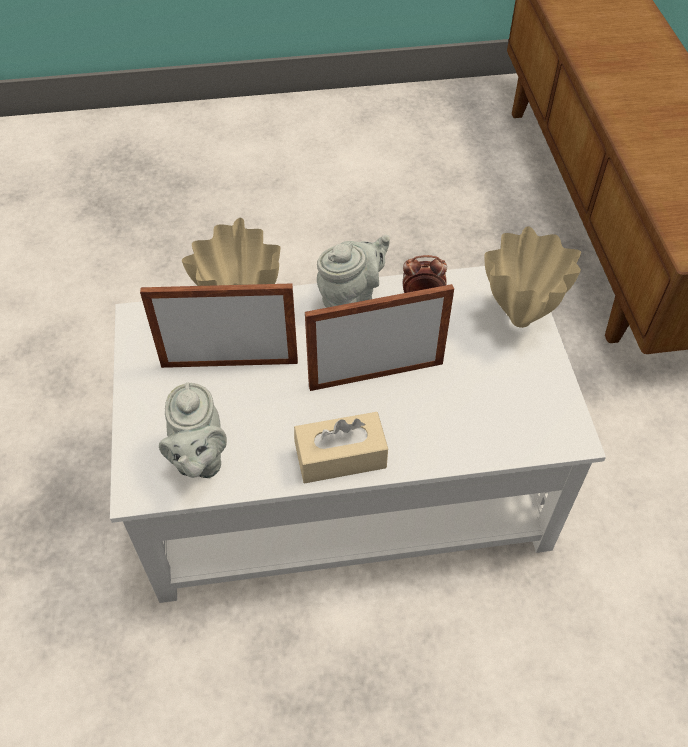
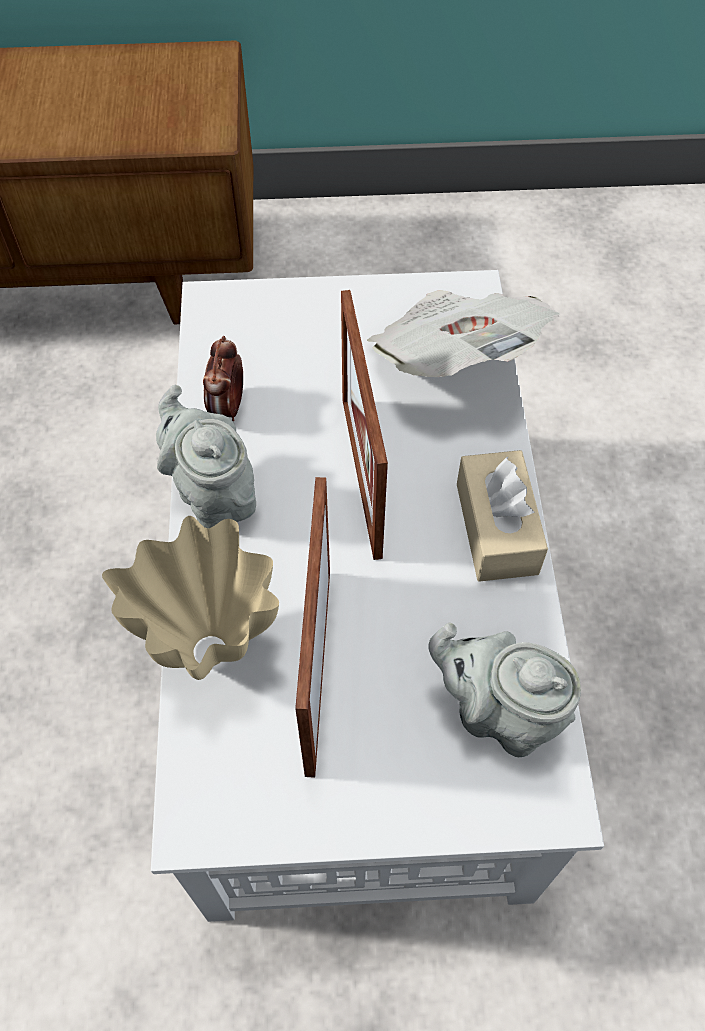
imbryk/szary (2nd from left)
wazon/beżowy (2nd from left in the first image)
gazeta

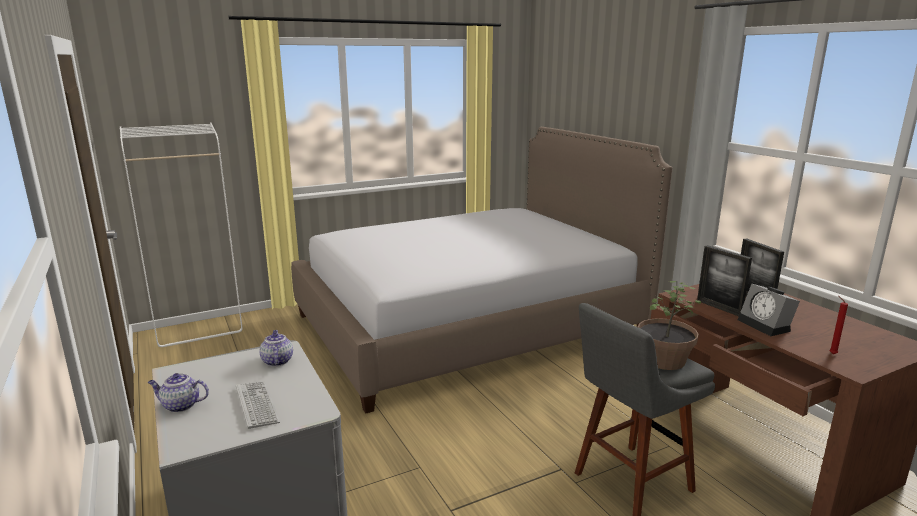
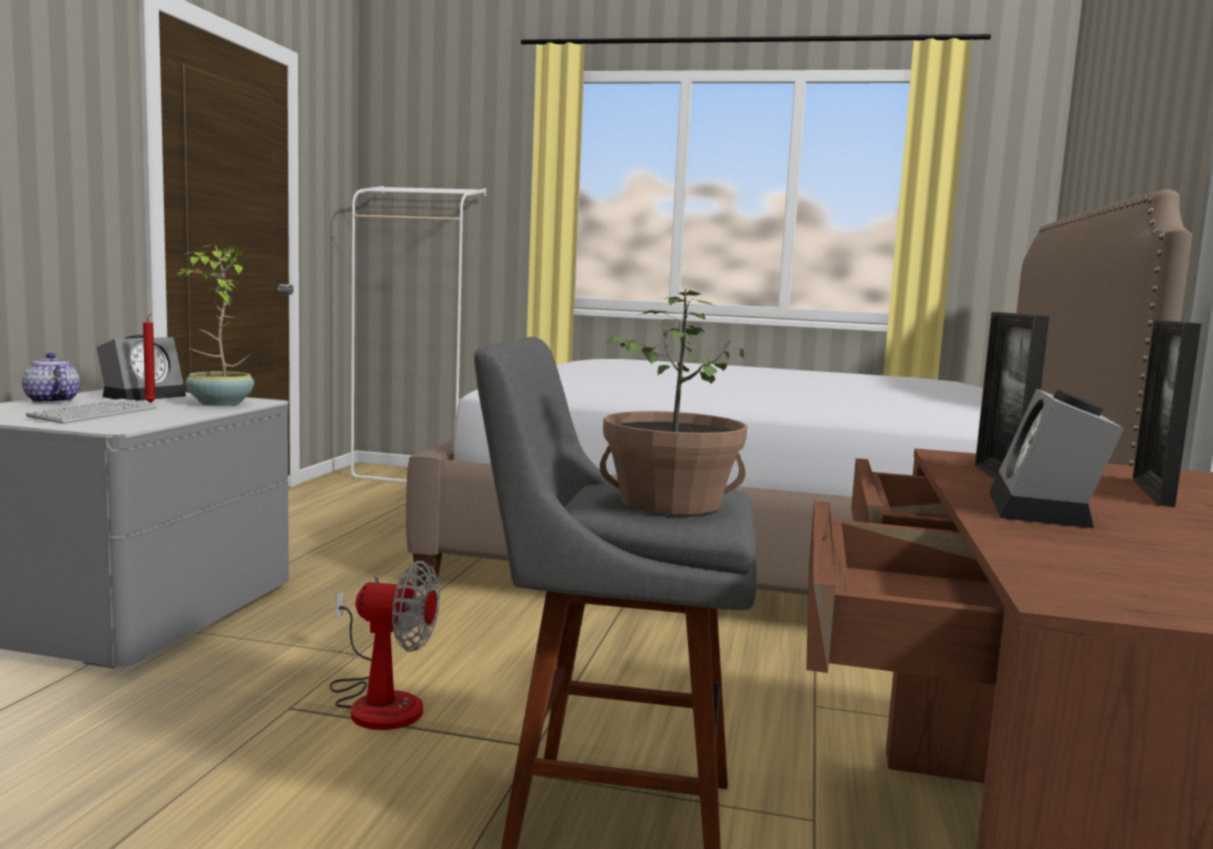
roślina doniczkowa (1st from left)
świeca/czerwony
budzik (1st from left)
wentylator

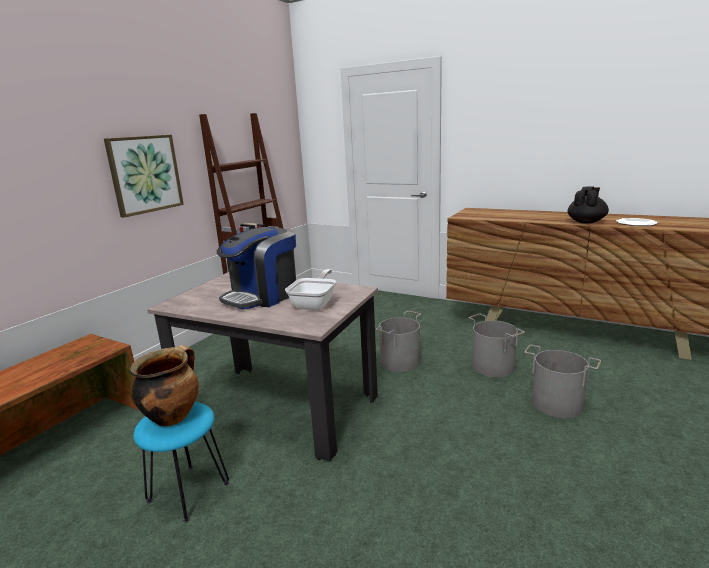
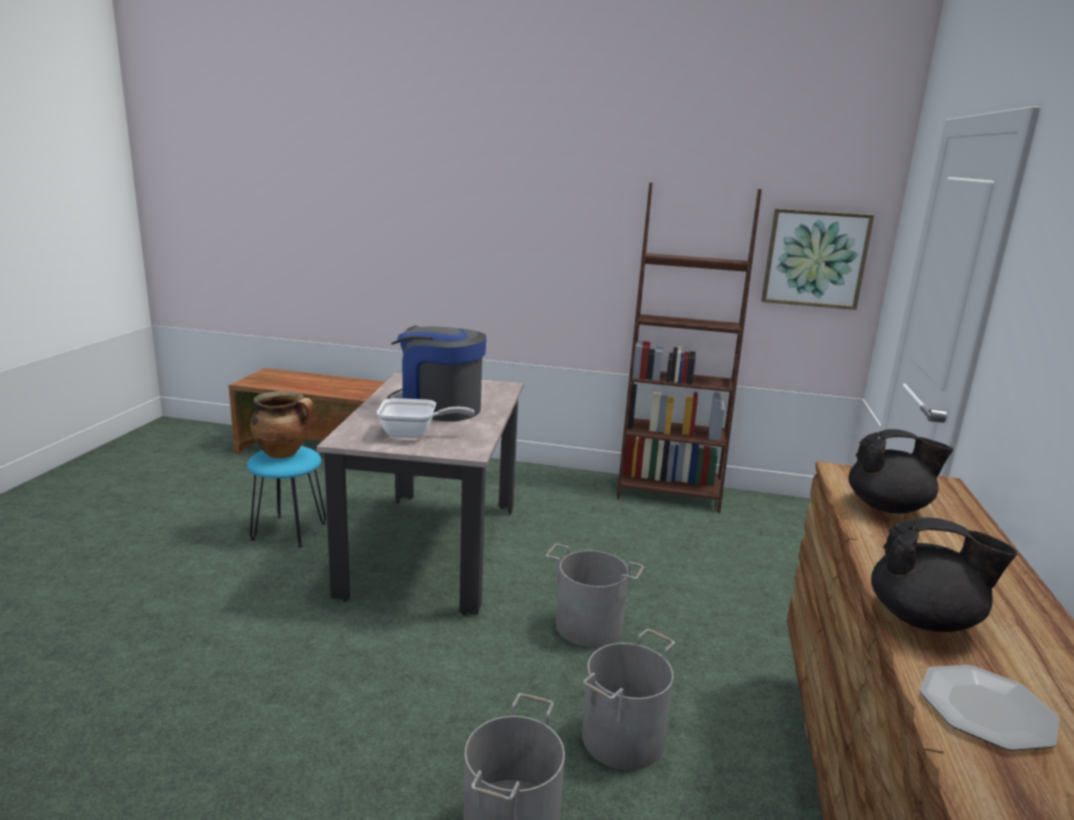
obraz
imbryk/czarny (1st from left)

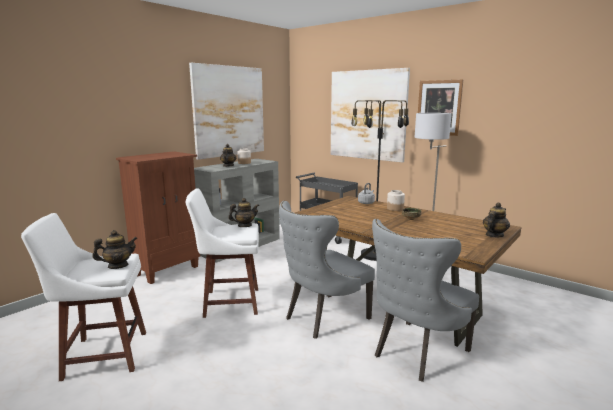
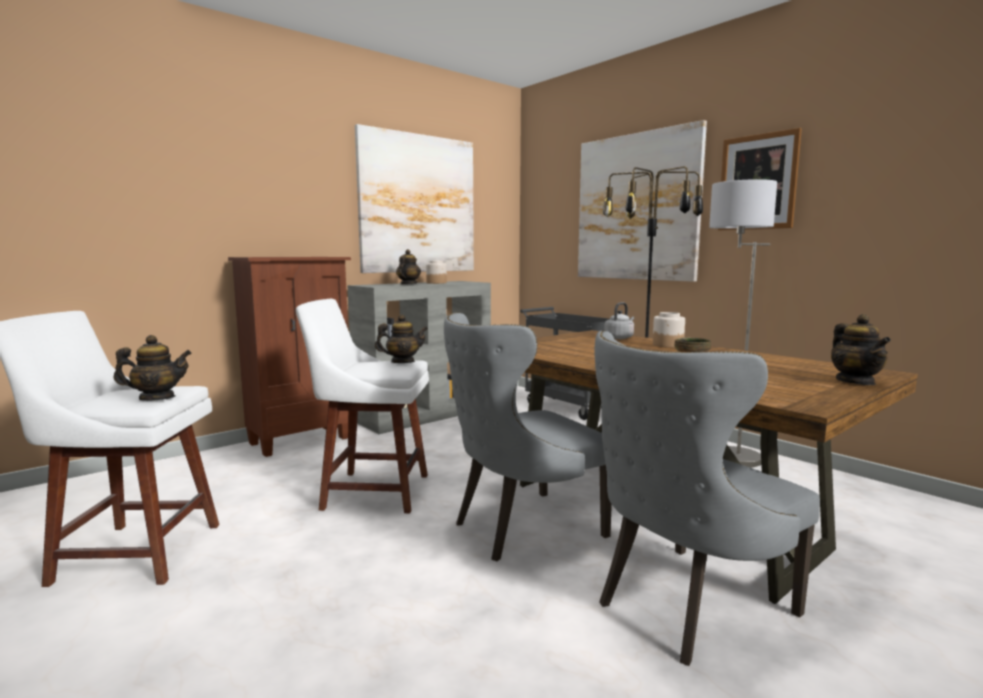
imbryk (4th from left)

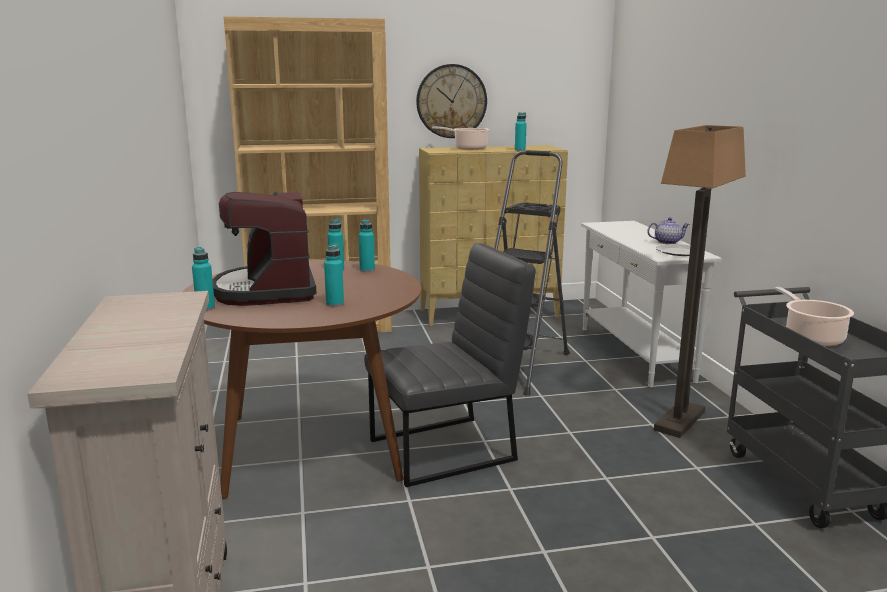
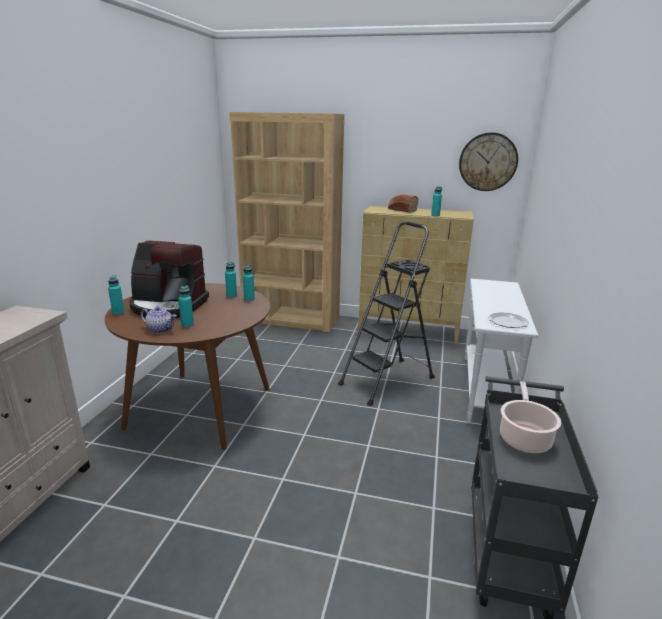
ekspres do kawy
krzesło/szary
zegar ścienny
chleb
imbryk
lampa stojąca

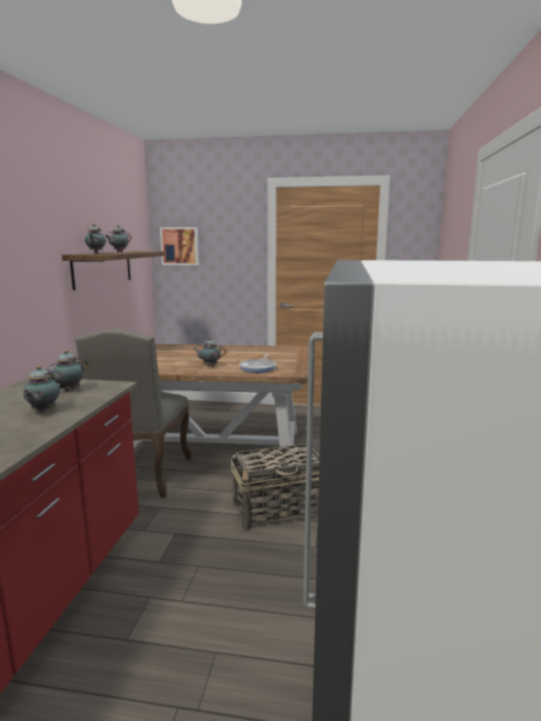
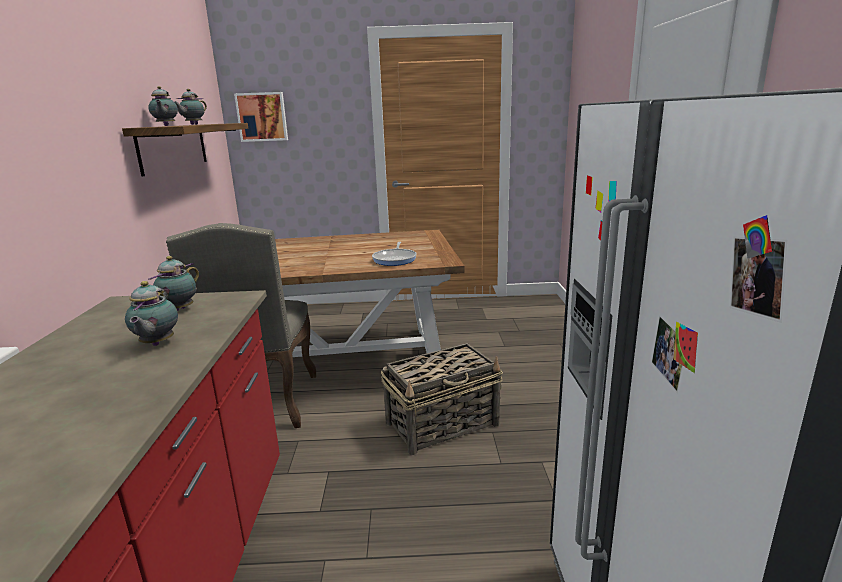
imbryk (5th from left in the first image)

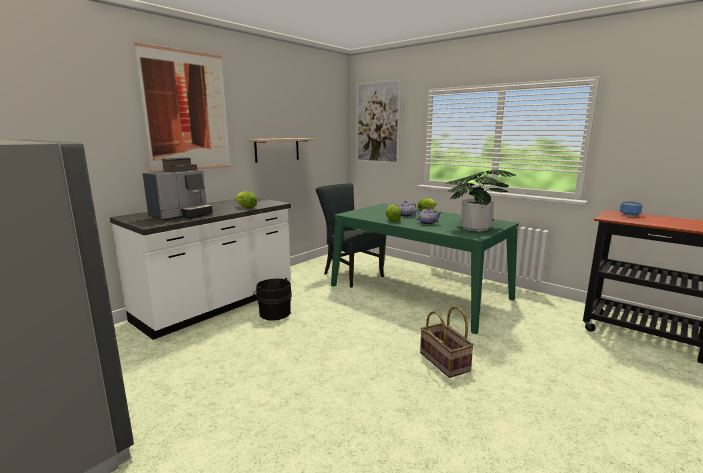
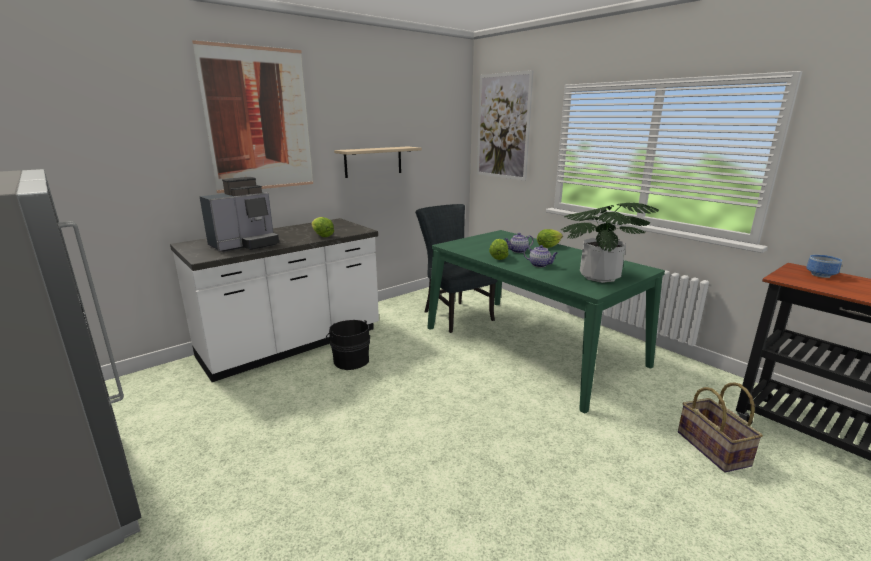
koszyk

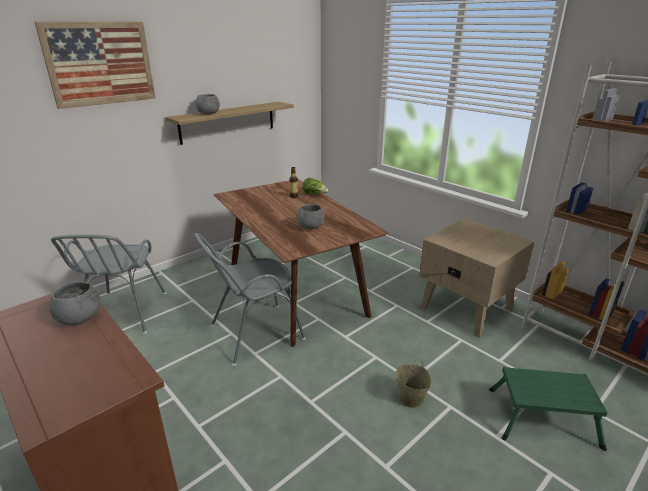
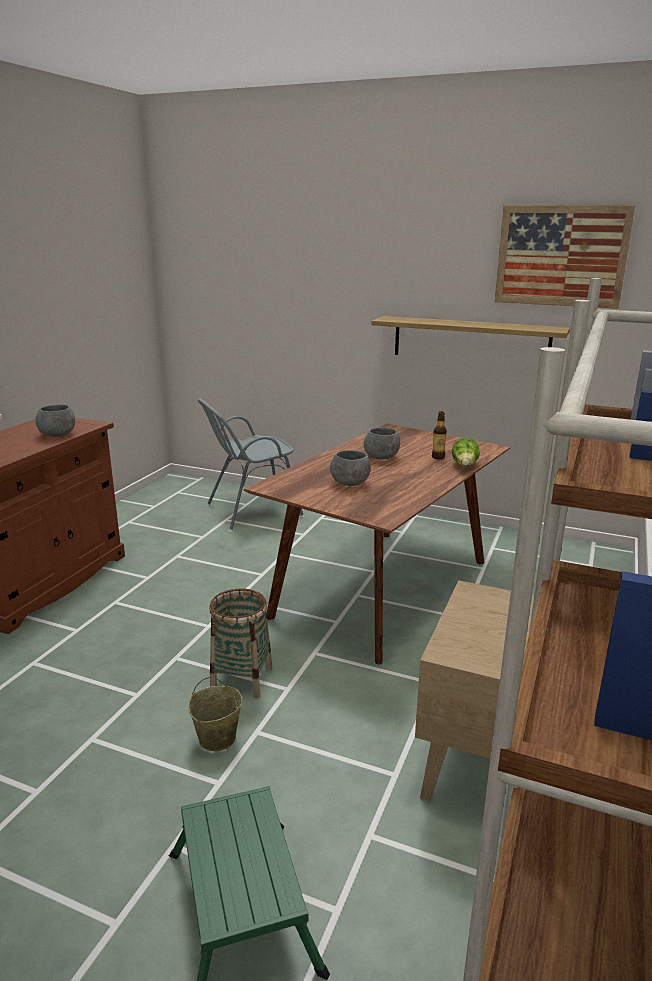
obraz
krzesło/szary (2nd from left in the first image)
miska/szary (3rd from left)
koszyk

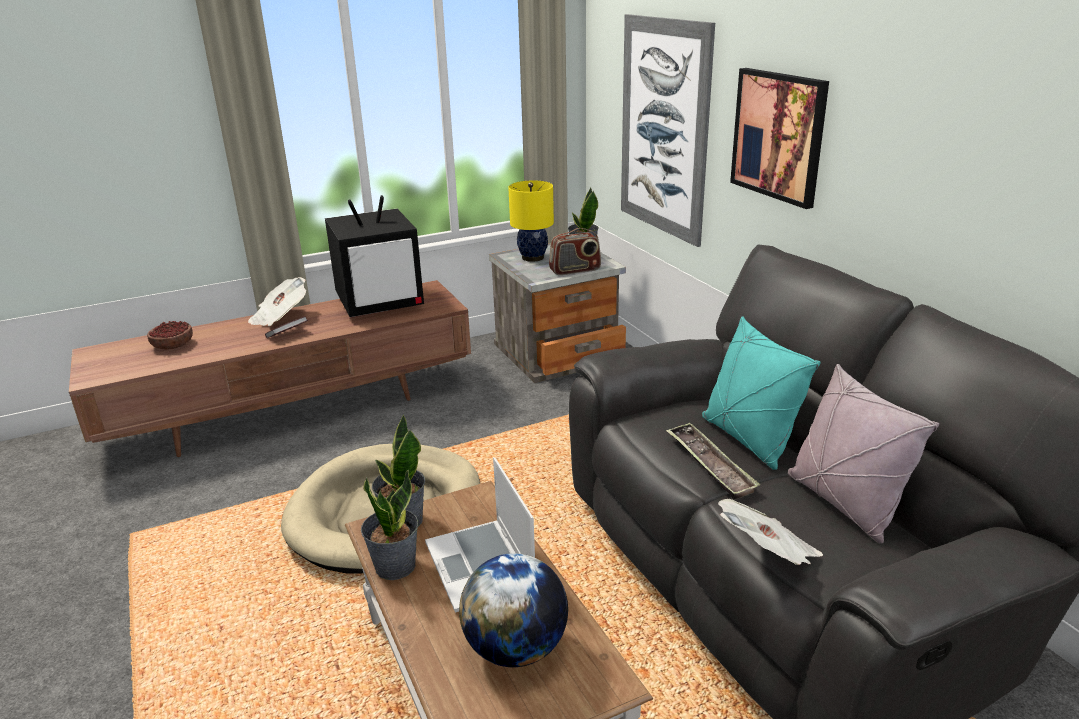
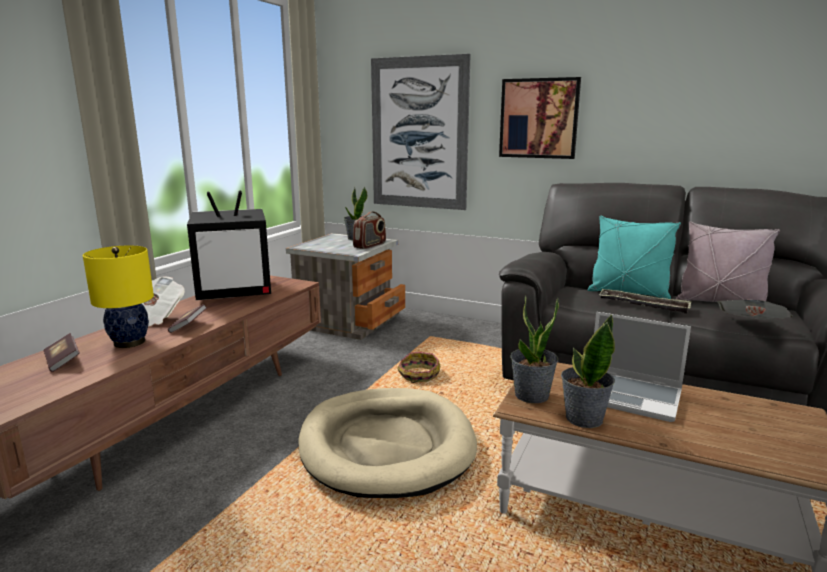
książka (1st from left)
telewizor
globus
lampa stołowa/żółty
koszyk

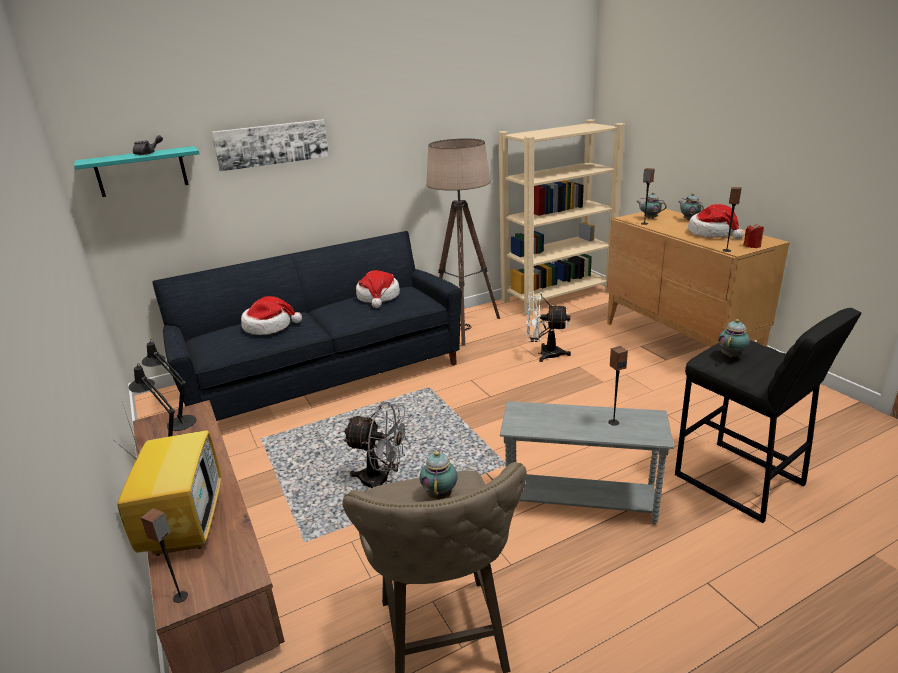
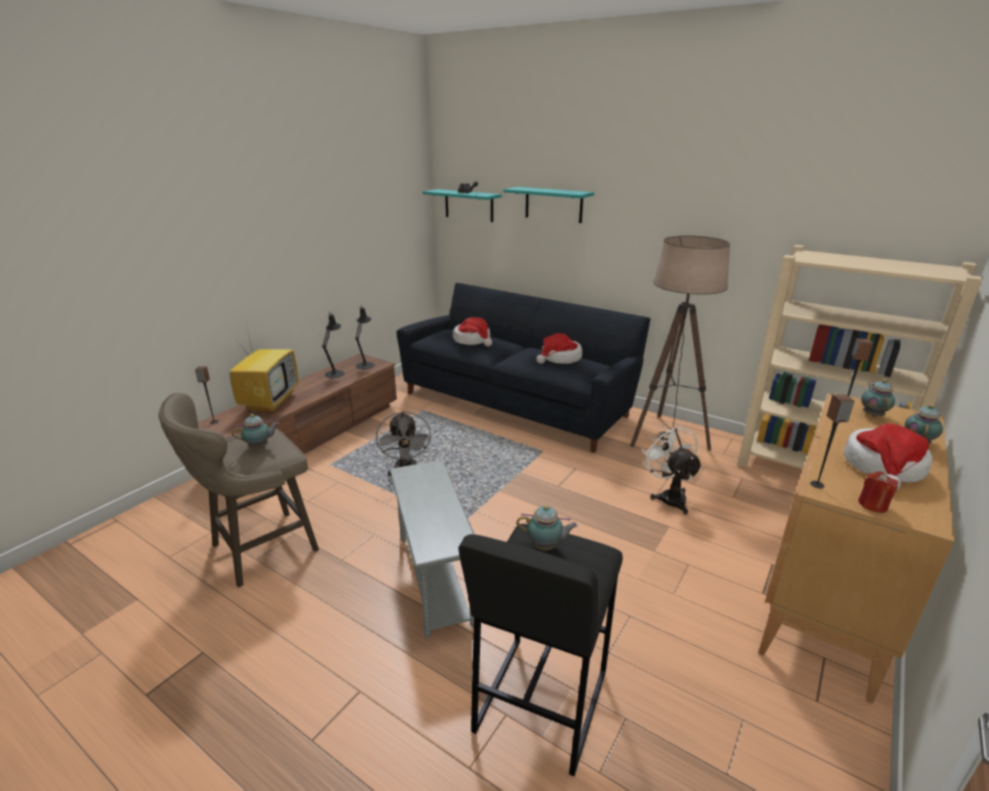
telewizor
półka/turkusowy (2nd from left)
głośnik (2nd from left in the first image)

